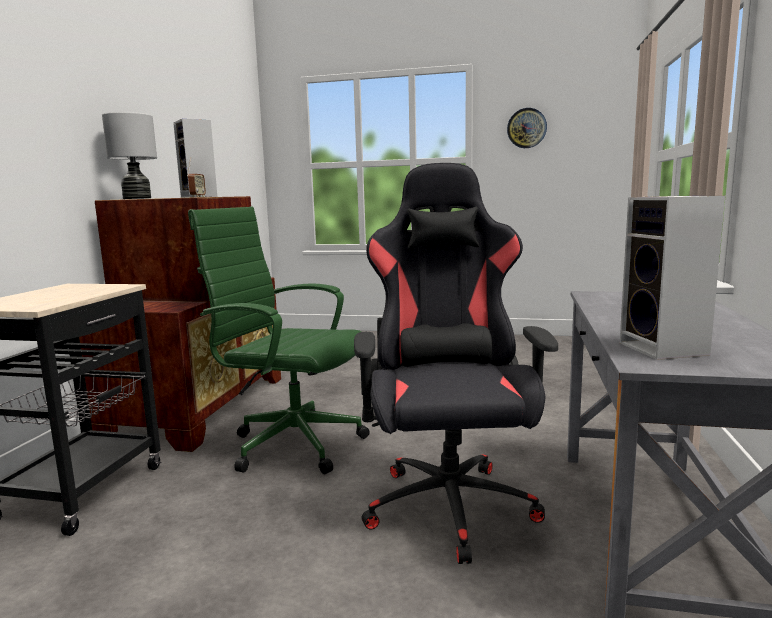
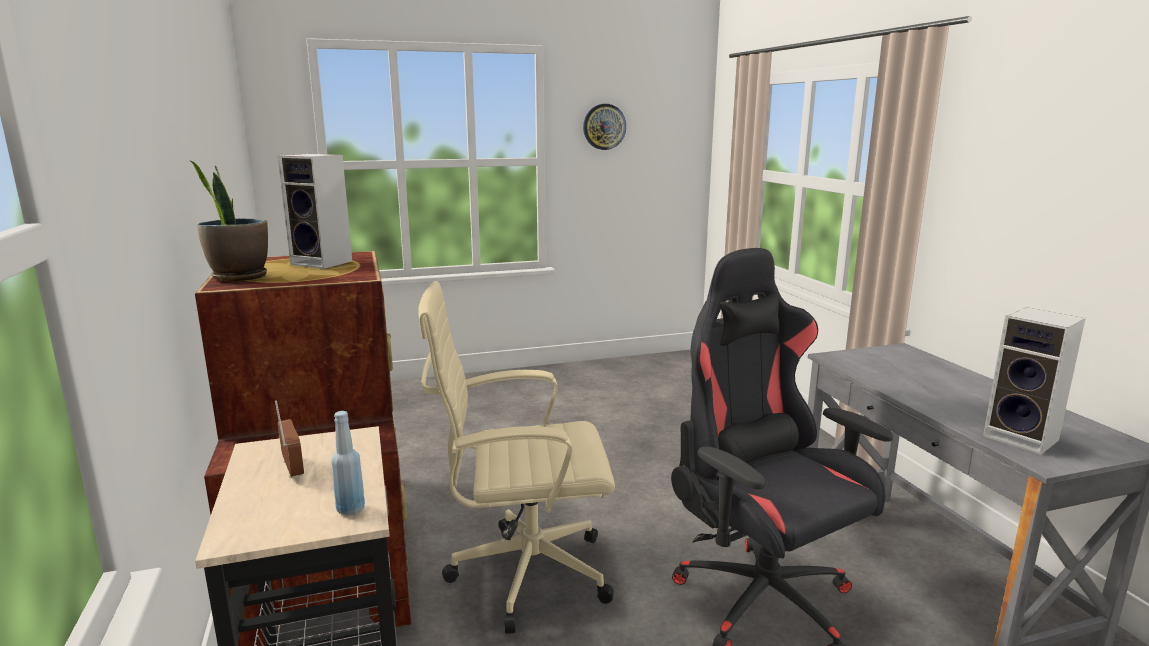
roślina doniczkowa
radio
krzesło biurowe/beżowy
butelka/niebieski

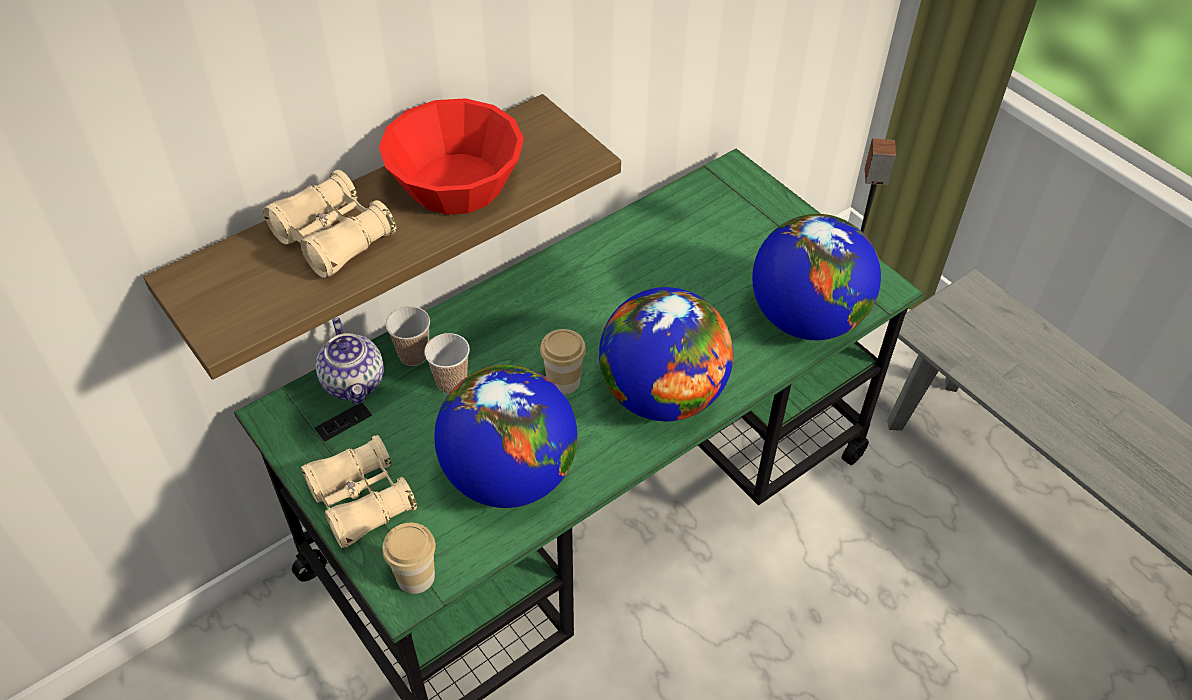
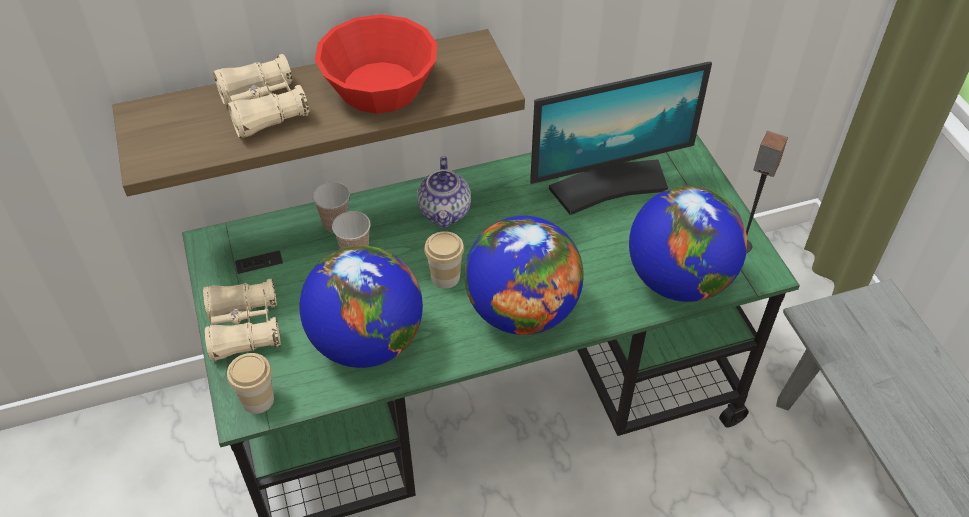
imbryk
monitor

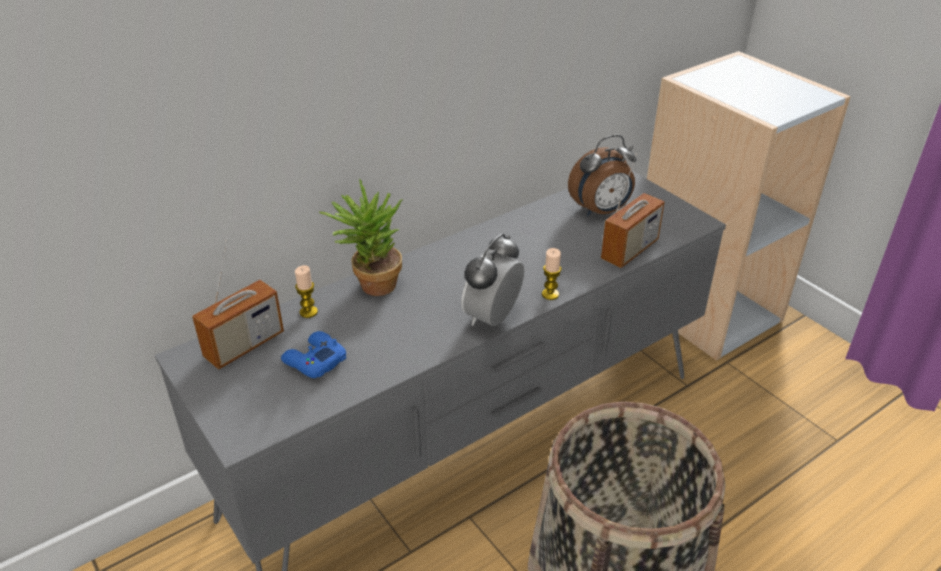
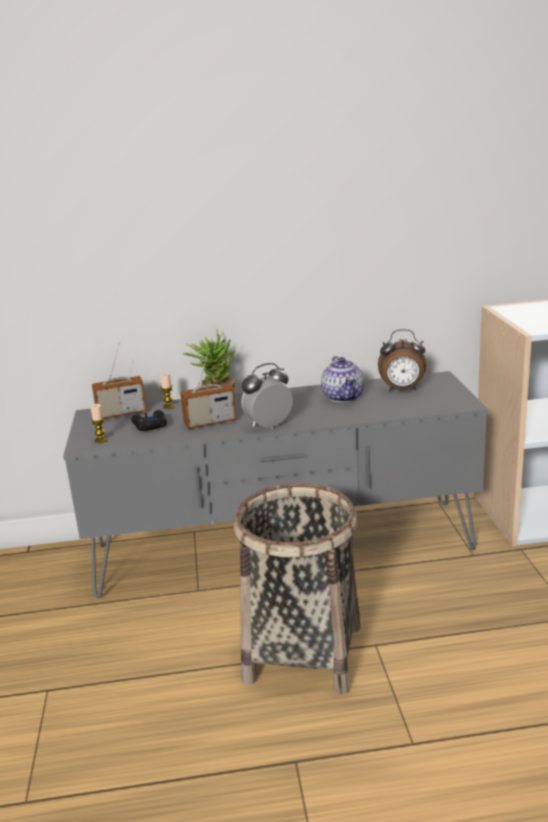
pad do gier/czarny
świeca (1st from left)
radio (2nd from left)
imbryk

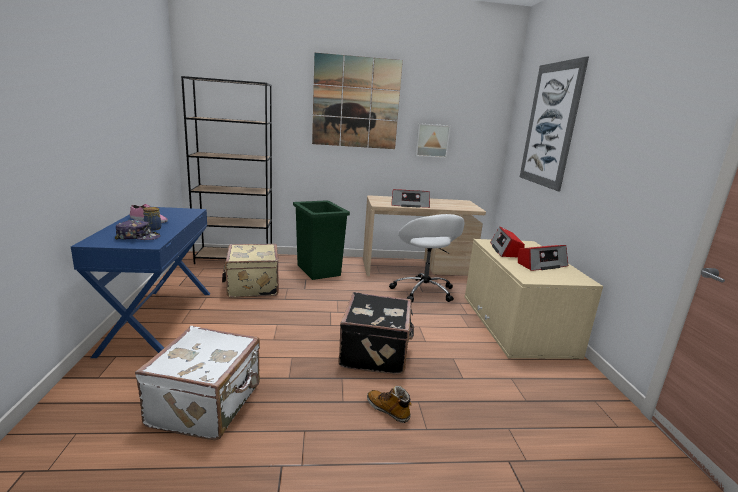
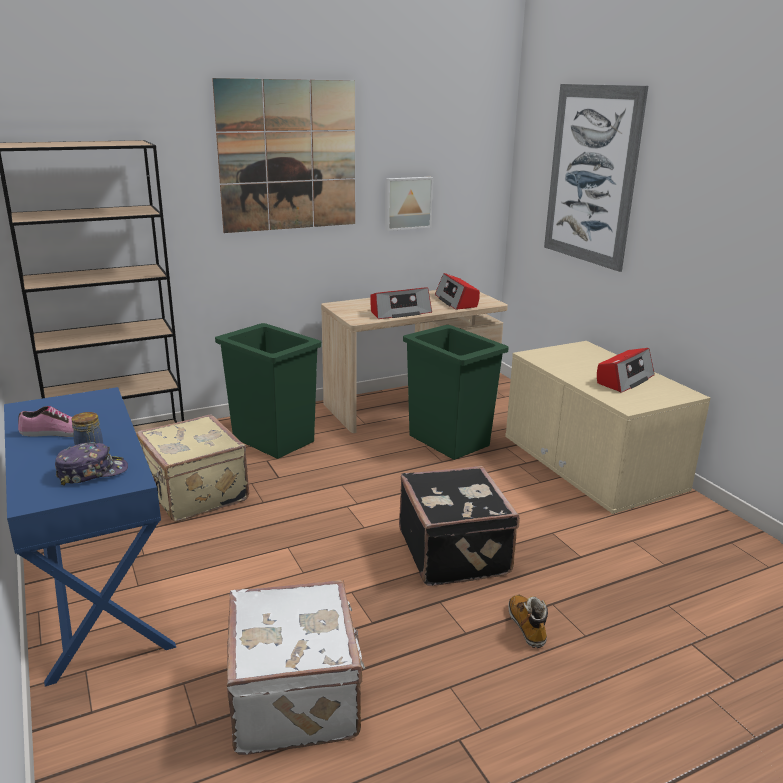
but z cholewką
kosz na śmieci/zielony (2nd from left)
radio (2nd from left)

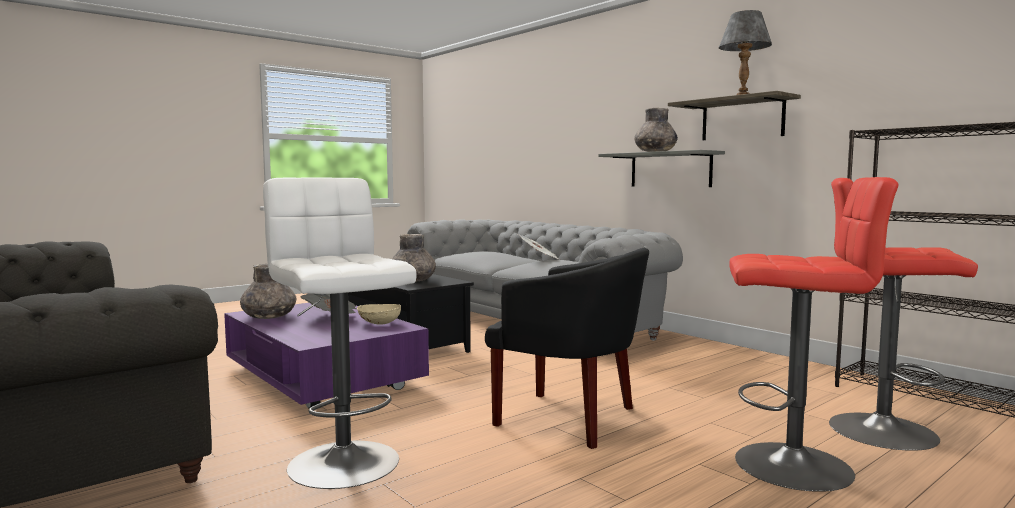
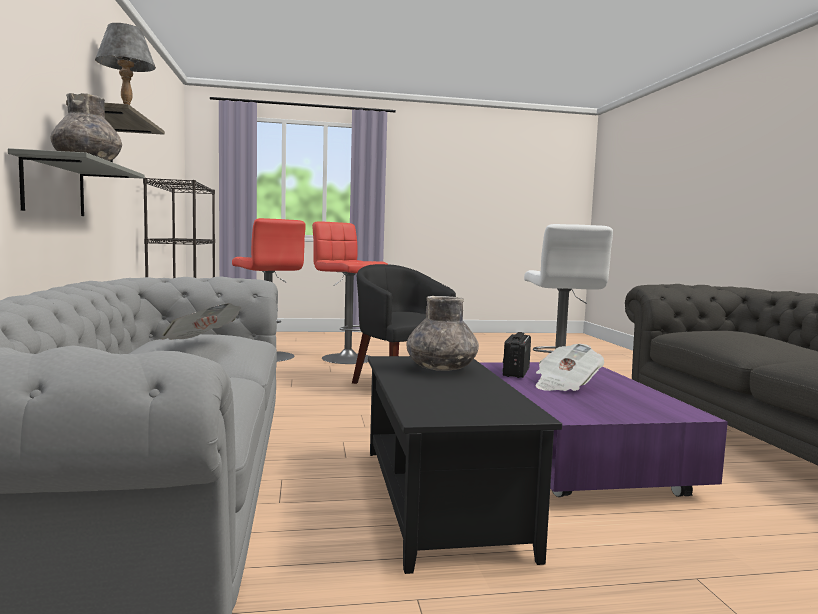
wazon/szary (1st from left in the first image)
radio

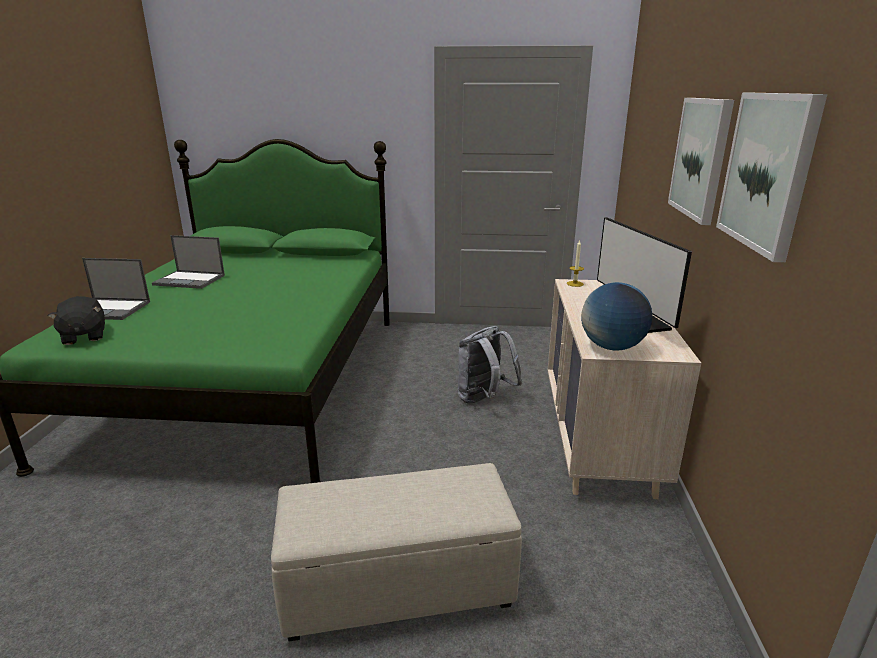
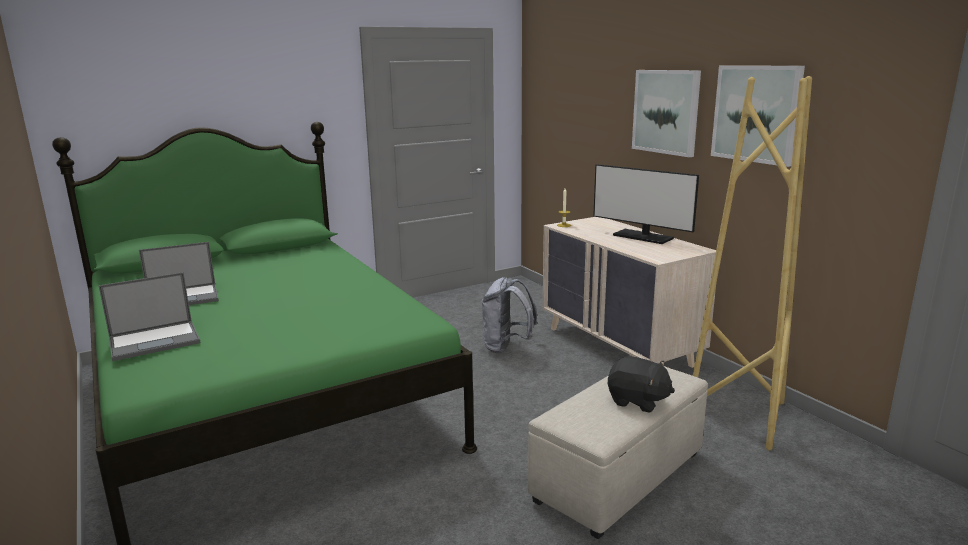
pluszak/czarny
globus
wieszak/żółty

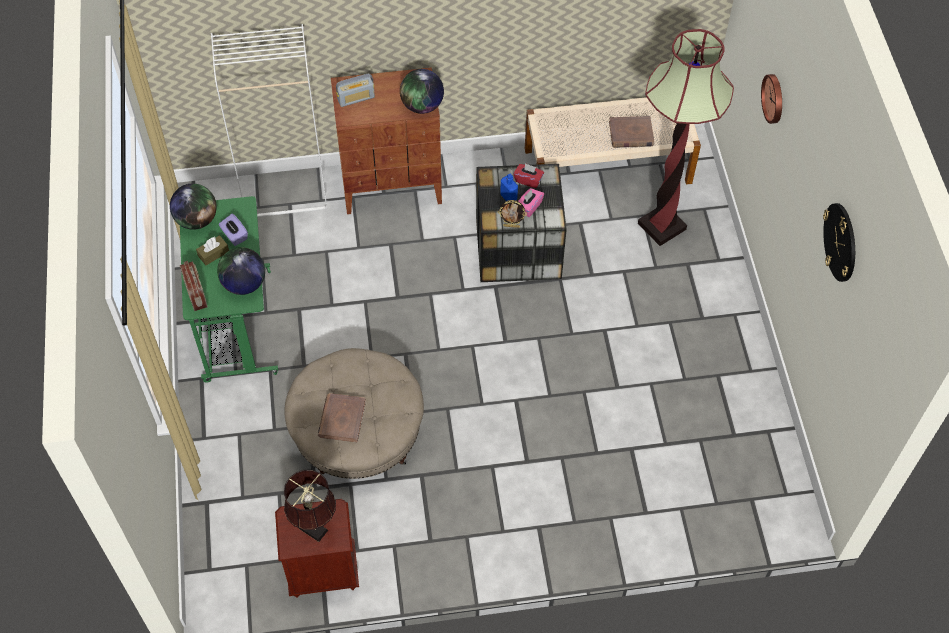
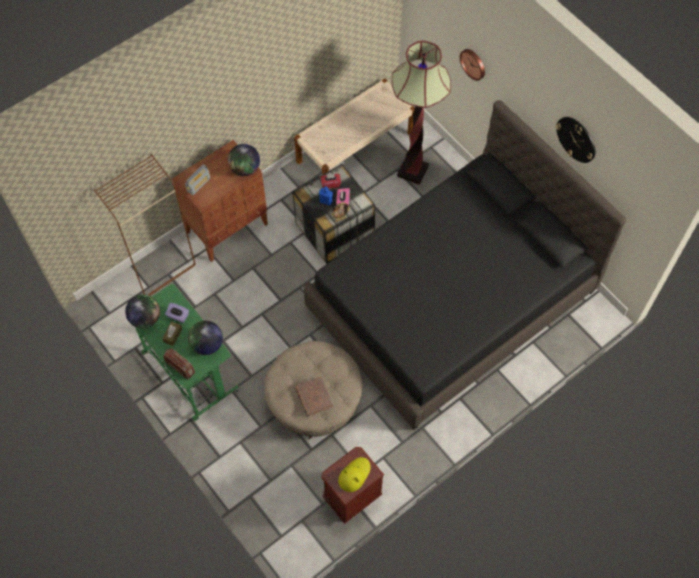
wieszak/brązowy
kapelusz/żółty
książka/brązowy (2nd from left in the first image)
łóżko/czarny

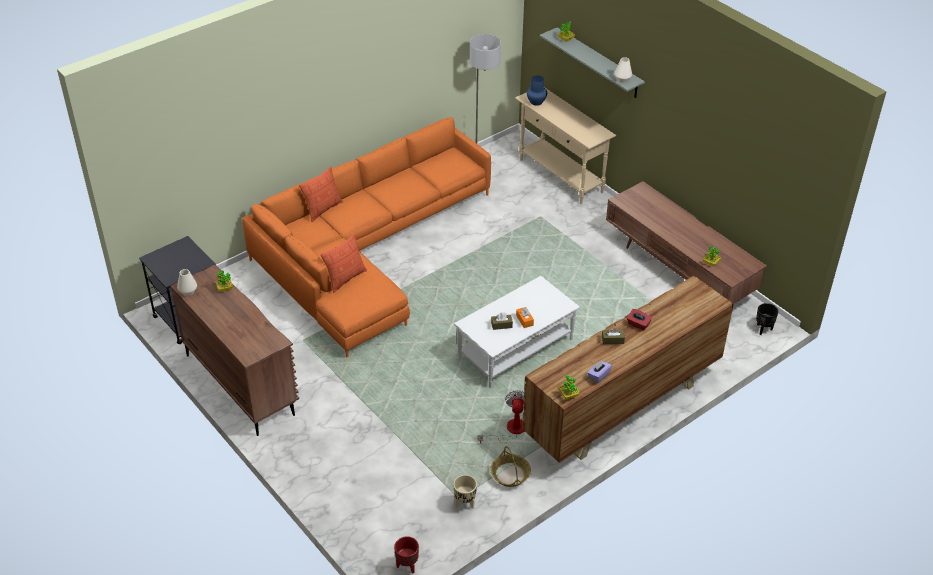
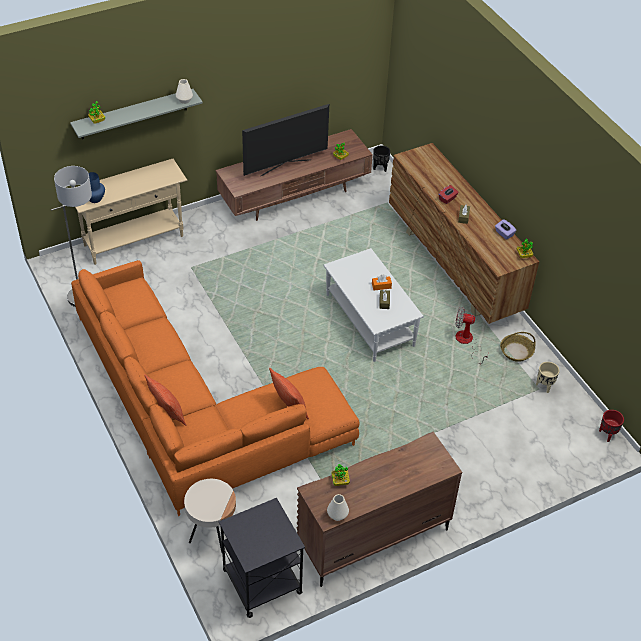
stolik/beżowy
telewizor

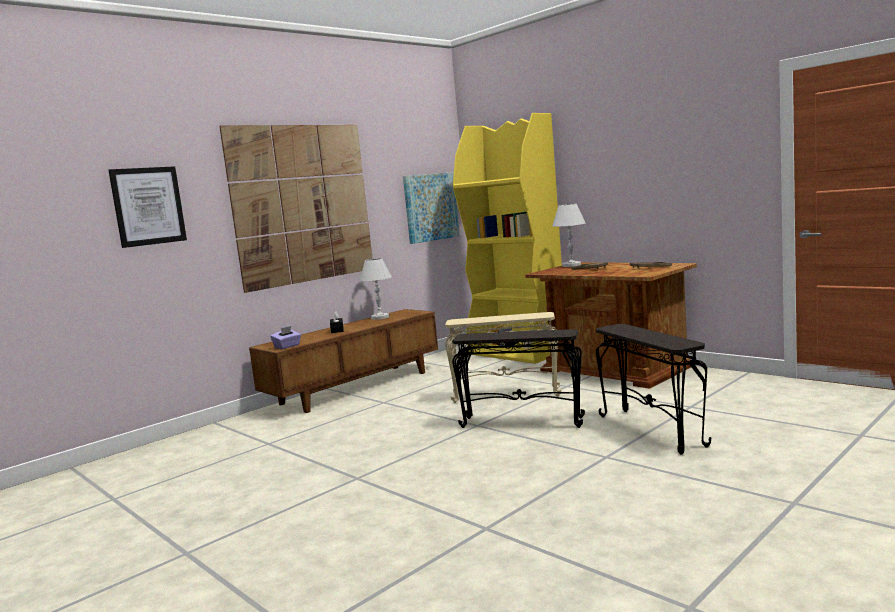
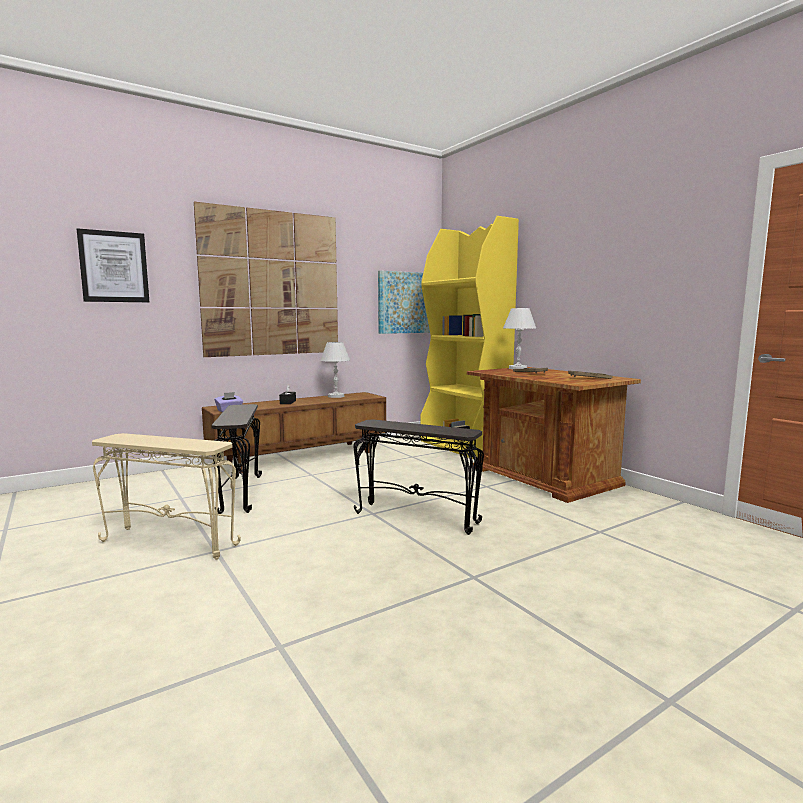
stolik/beżowy
stolik/czarny (1st from left)

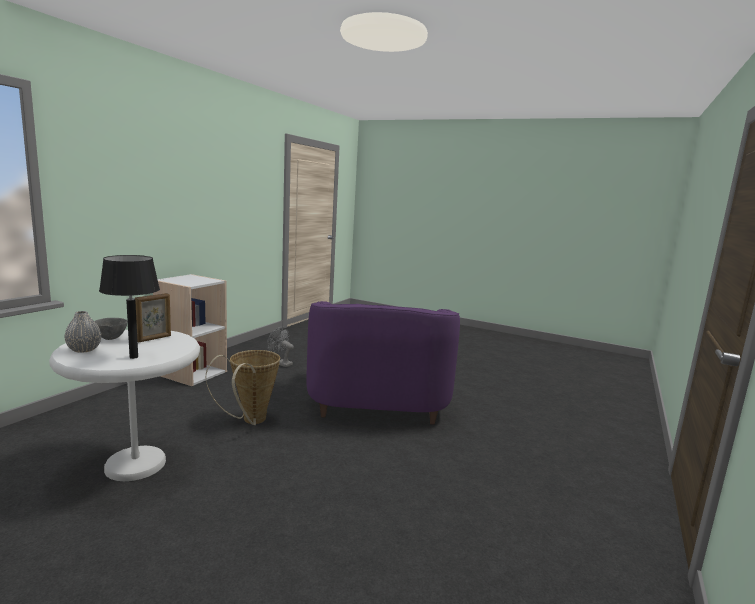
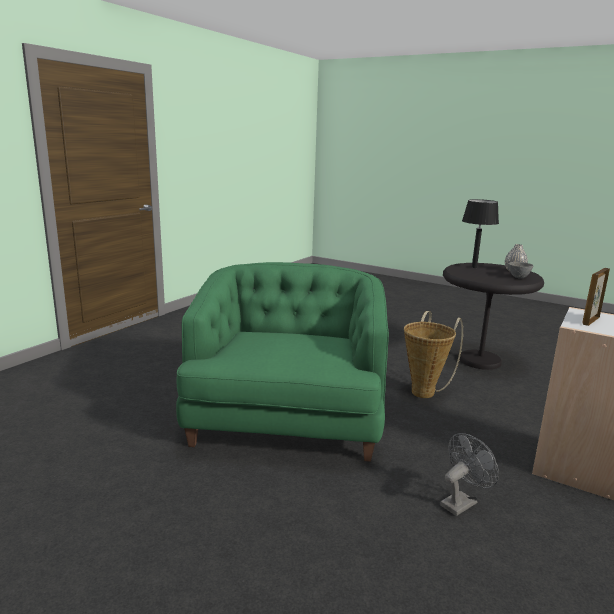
stolik/czarny
ramka na zdjęcie
wentylator/szary
fotel/zielony

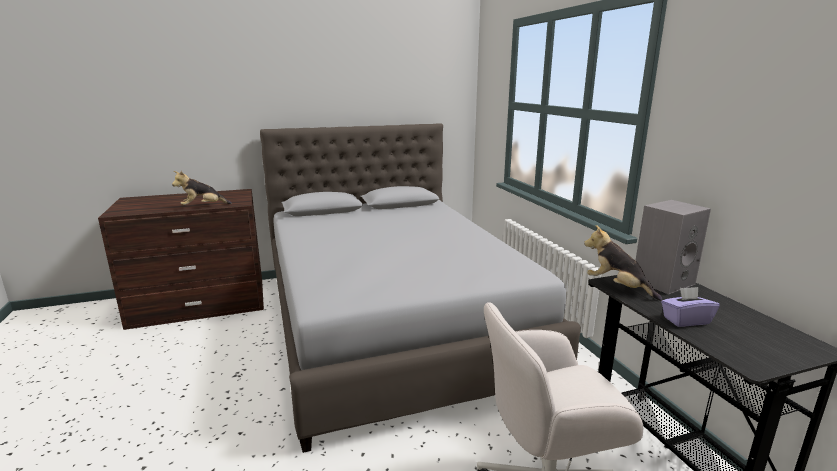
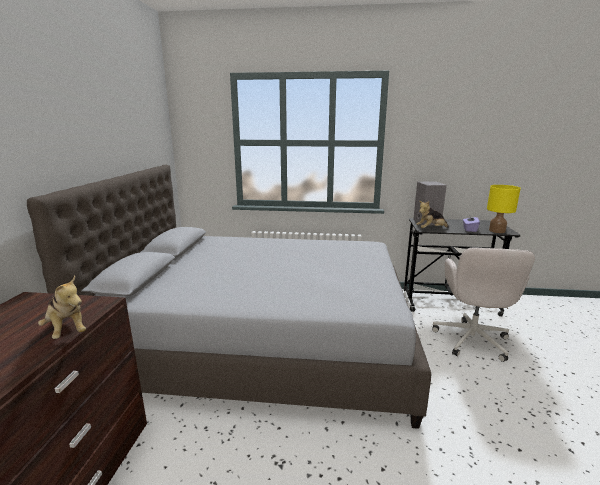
pluszak (1st from left)
lampa stołowa/żółty

